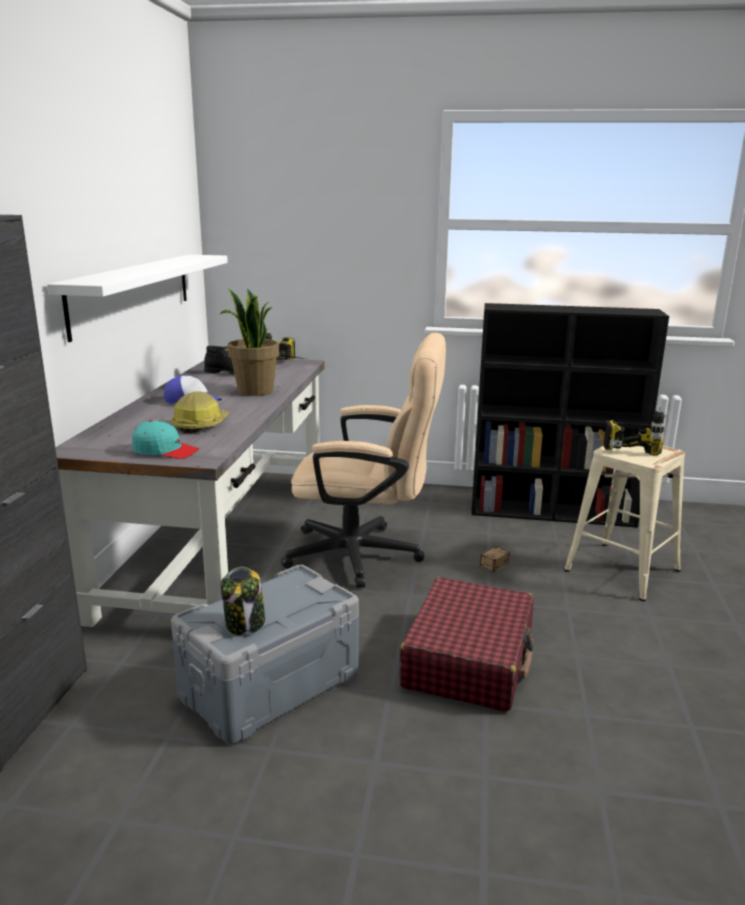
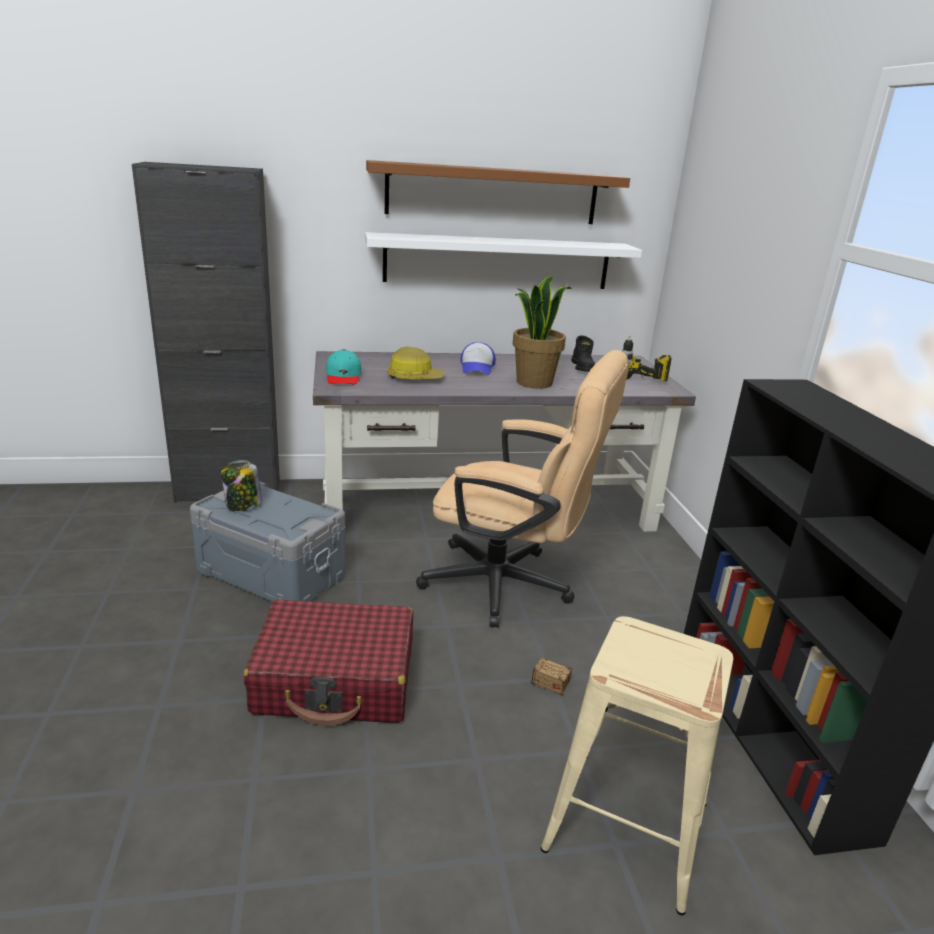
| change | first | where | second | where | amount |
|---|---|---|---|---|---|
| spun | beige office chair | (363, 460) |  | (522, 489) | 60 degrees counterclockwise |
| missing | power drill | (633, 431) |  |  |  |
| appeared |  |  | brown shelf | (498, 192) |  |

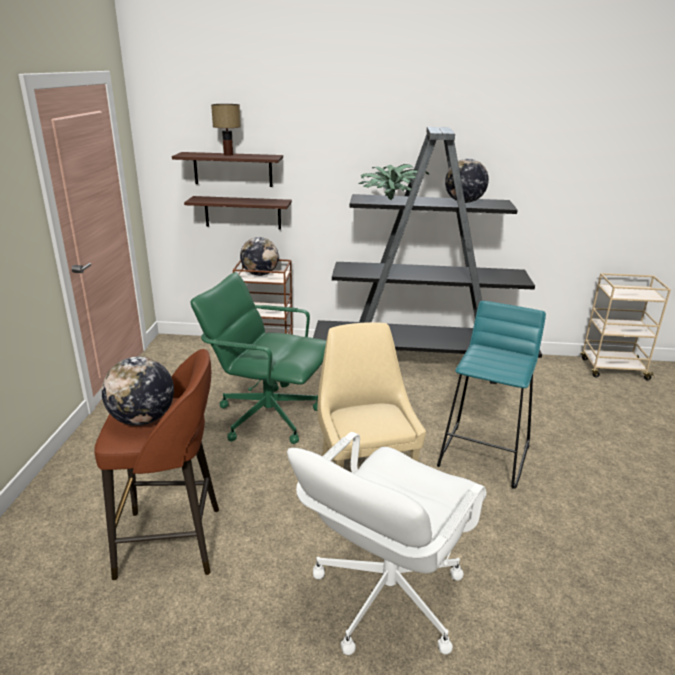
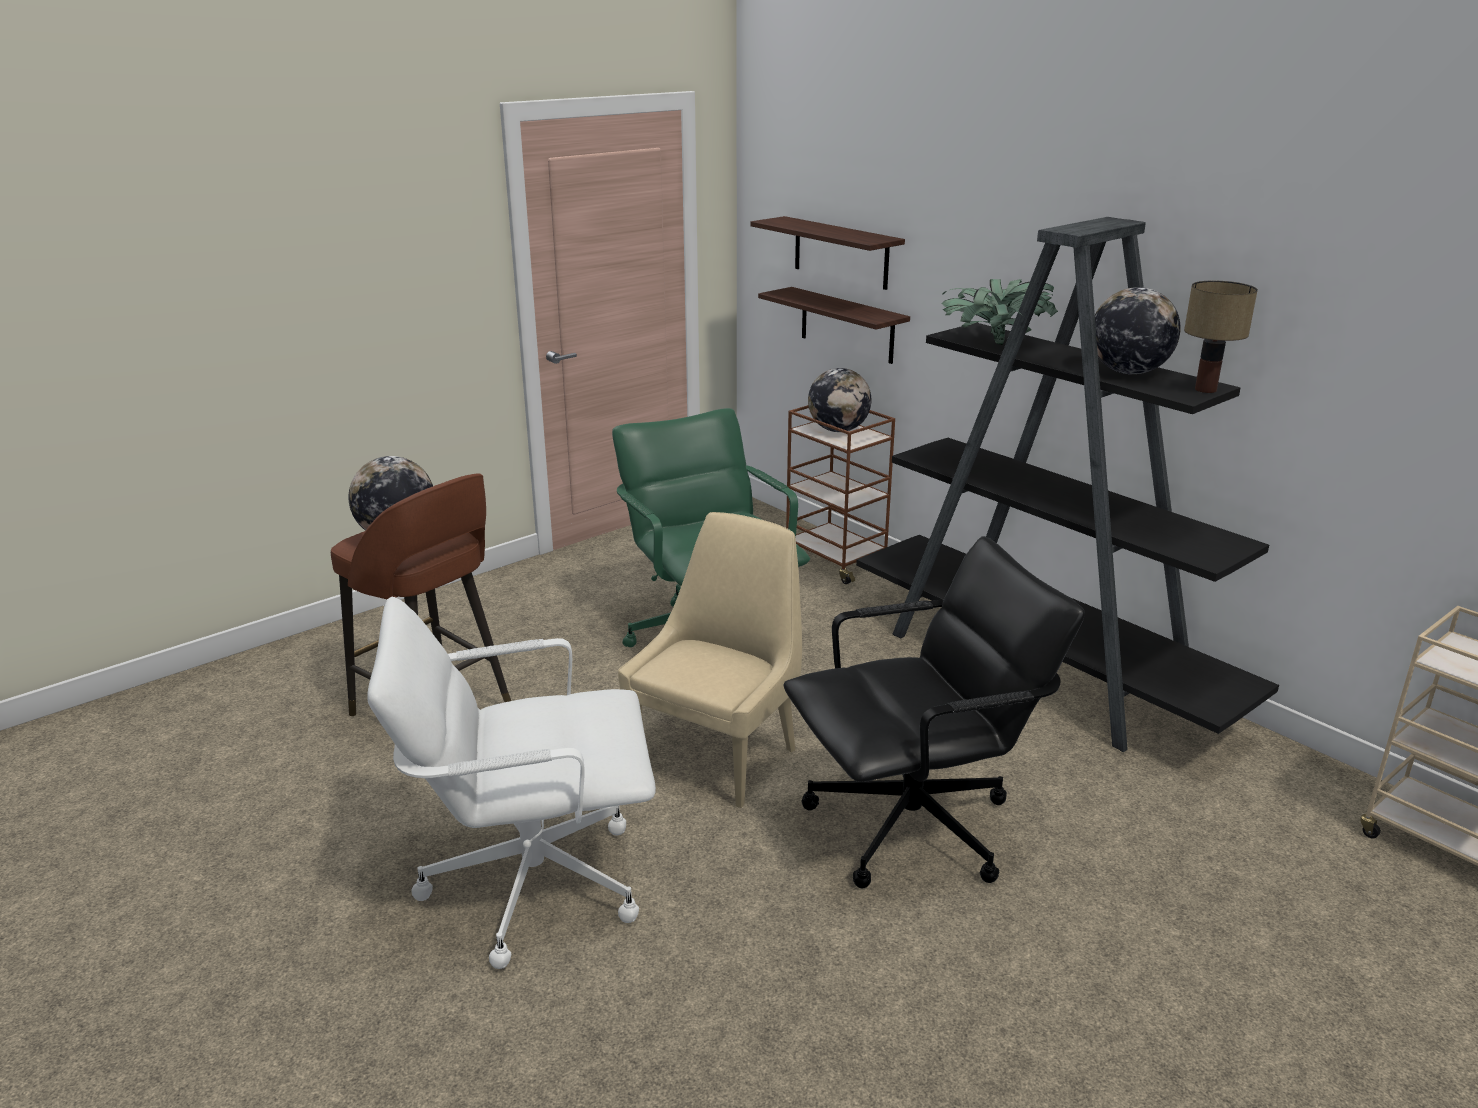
| change | first | where | second | where | amount |
|---|---|---|---|---|---|
| relocated | table lamp | (226, 129) |  | (1221, 337) |  |
| exchanged | turquoise stool | (491, 395) | black office chair | (934, 712) |  |

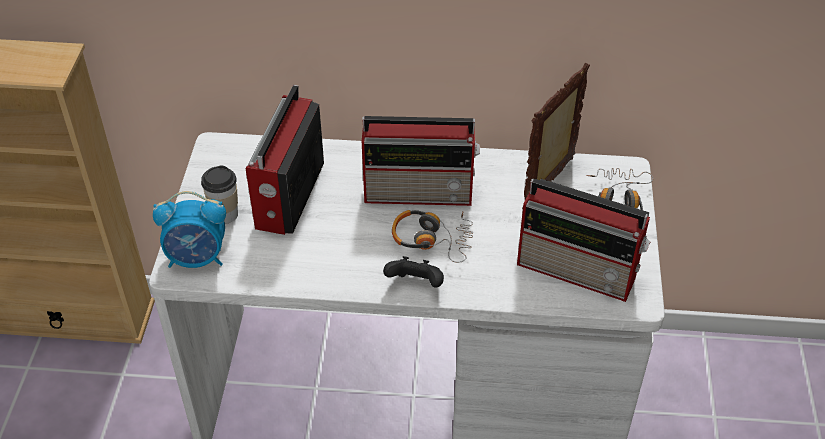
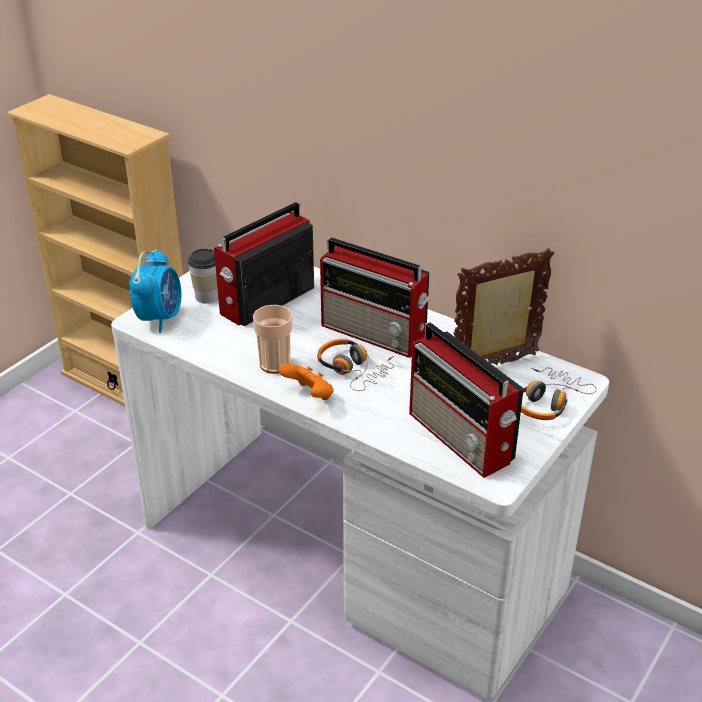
| change | first | where | second | where | amount |
|---|---|---|---|---|---|
| spun | alarm clock | (189, 229) |  | (155, 291) | 105 degrees counterclockwise |
| colour | black game controller | (413, 272) | orange game controller | (306, 382) |  |
| appeared |  |  | cup | (273, 339) |  |

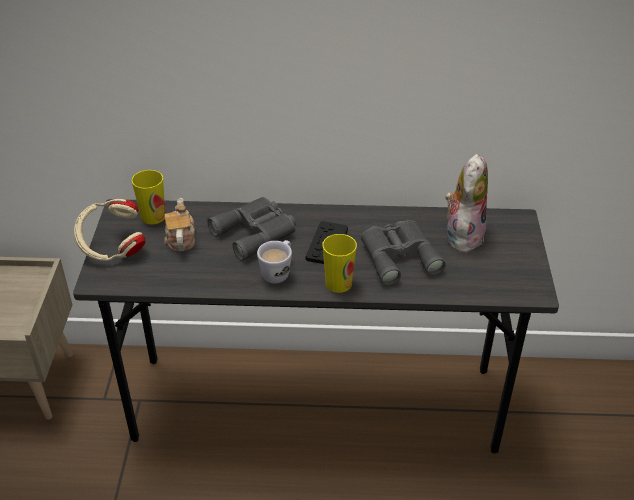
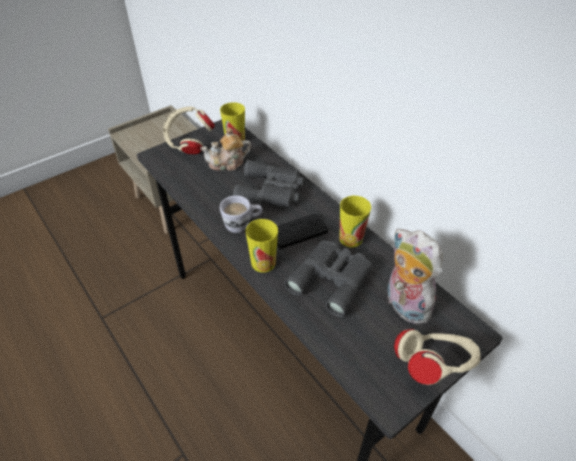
| change | first | where | second | where | amount |
|---|---|---|---|---|---|
| spun | plush toy | (466, 203) |  | (414, 276) | 105 degrees counterclockwise |
| spun | teapot | (179, 224) |  | (225, 149) | 150 degrees counterclockwise |
| appeared |  |  | cup | (355, 221) |  |
| appeared |  |  | beige headphones | (437, 356) |  |

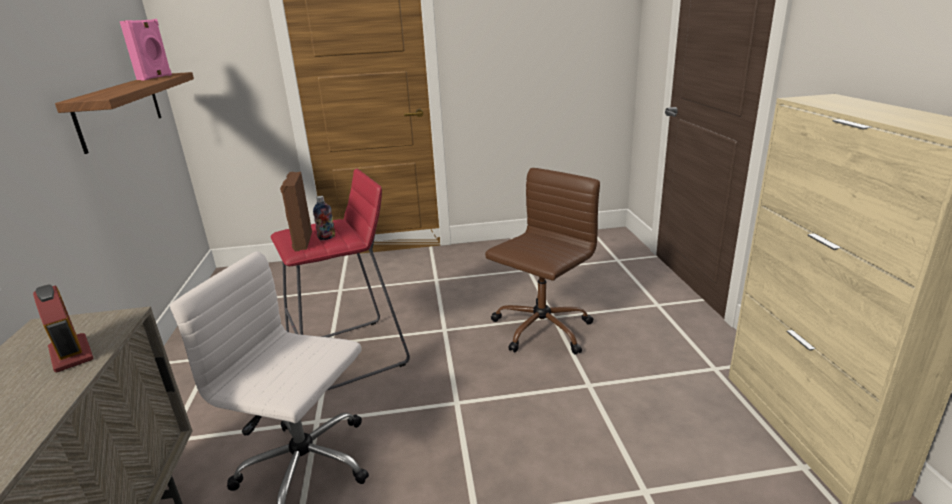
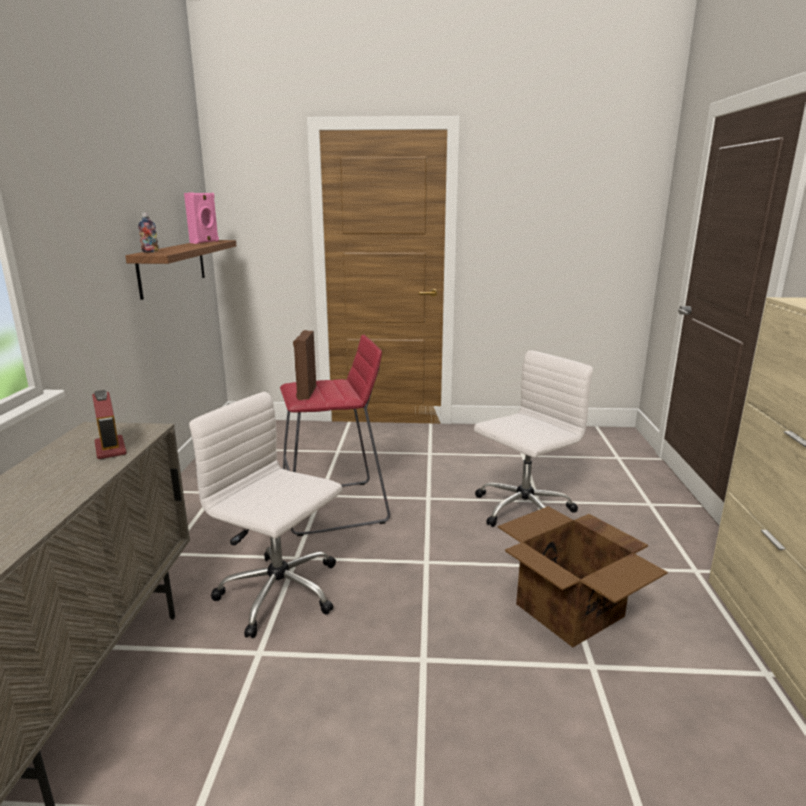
| change | first | where | second | where | amount |
|---|---|---|---|---|---|
| colour | brown office chair | (542, 261) | white office chair | (533, 438) |  |
| relocated | bottle | (324, 218) |  | (148, 232) |  |
| appeared |  |  | cardboard box | (583, 576) |  |

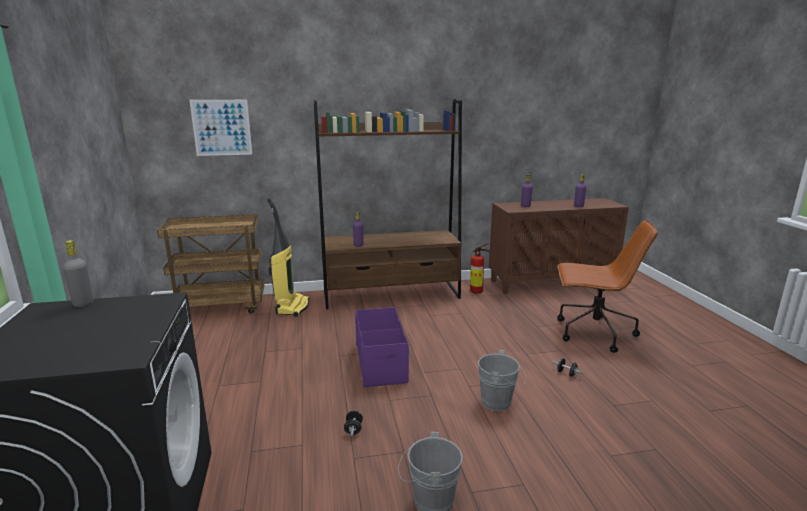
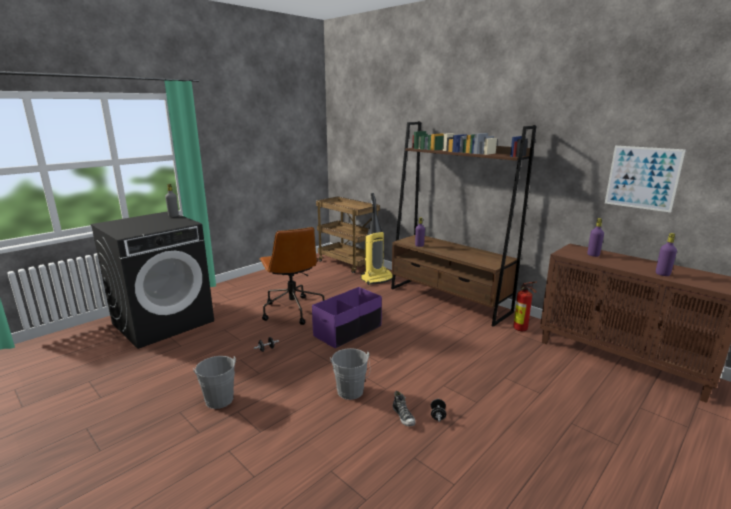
| change | first | where | second | where | amount |
|---|---|---|---|---|---|
| relocated | picture | (221, 128) |  | (645, 179) |  |
| relocated | brown office chair | (607, 286) |  | (291, 276) |  |
| appeared |  |  | shoe | (404, 408) |  |

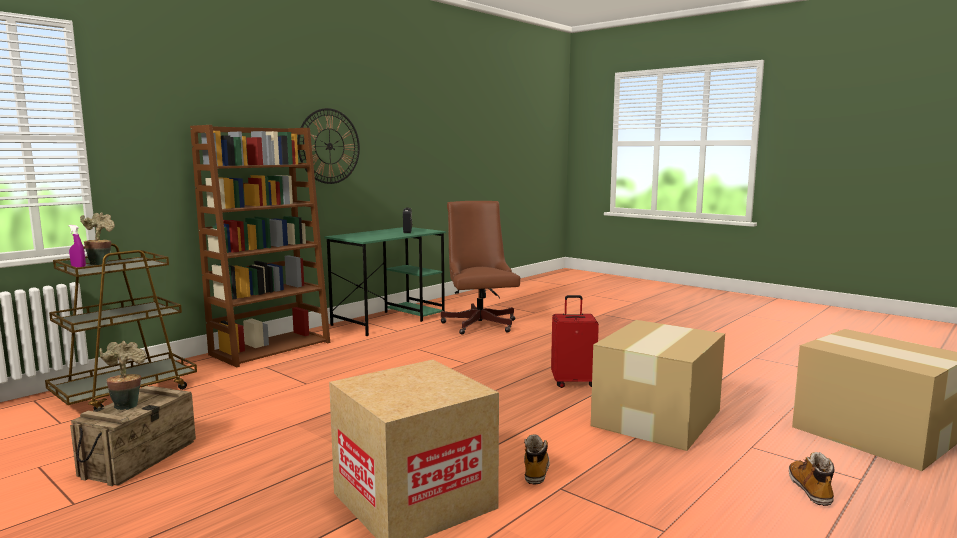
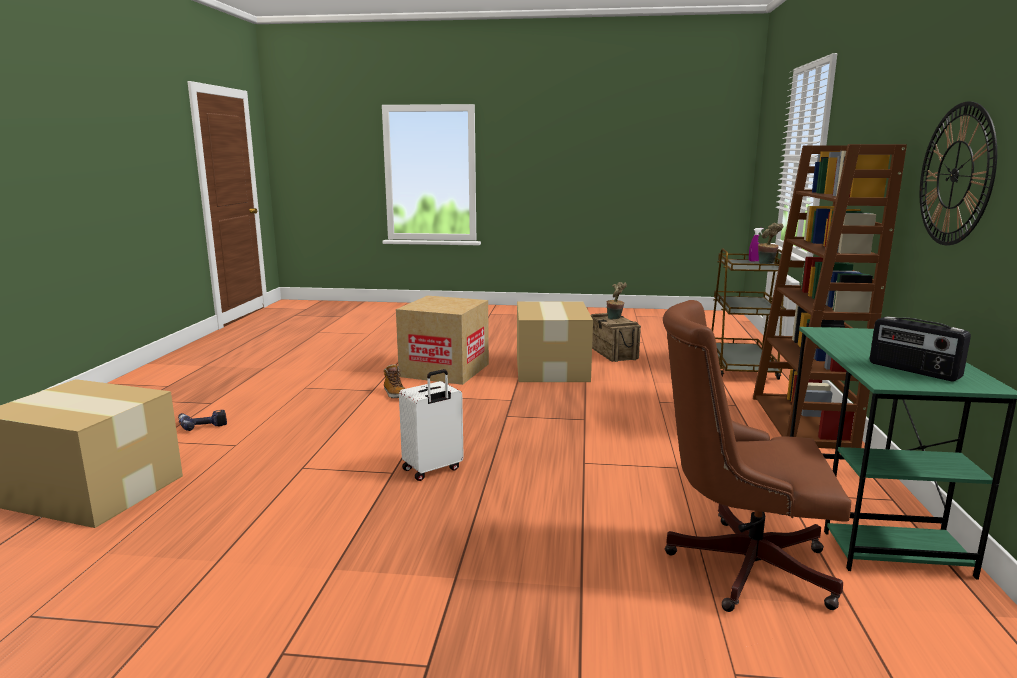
| change | first | where | second | where | amount |
|---|---|---|---|---|---|
| spun | brown office chair | (480, 267) |  | (757, 456) | 150 degrees clockwise |
| colour | red suitcase | (575, 341) | white suitcase | (431, 425) |  |
| relocated | cardboard box | (658, 385) |  | (555, 341) |  |
| exchanged | boot | (812, 479) | power drill | (202, 420) |  |

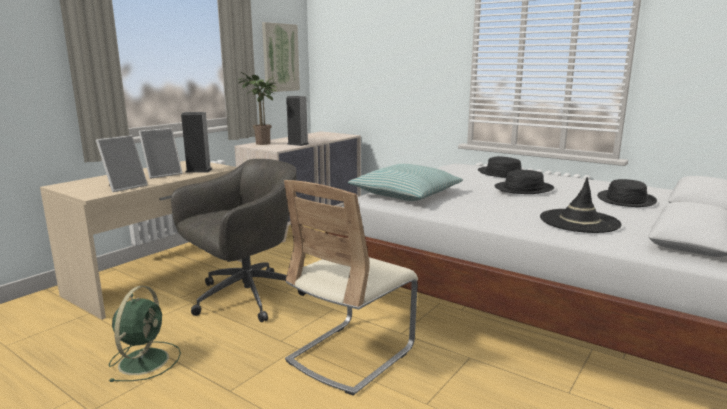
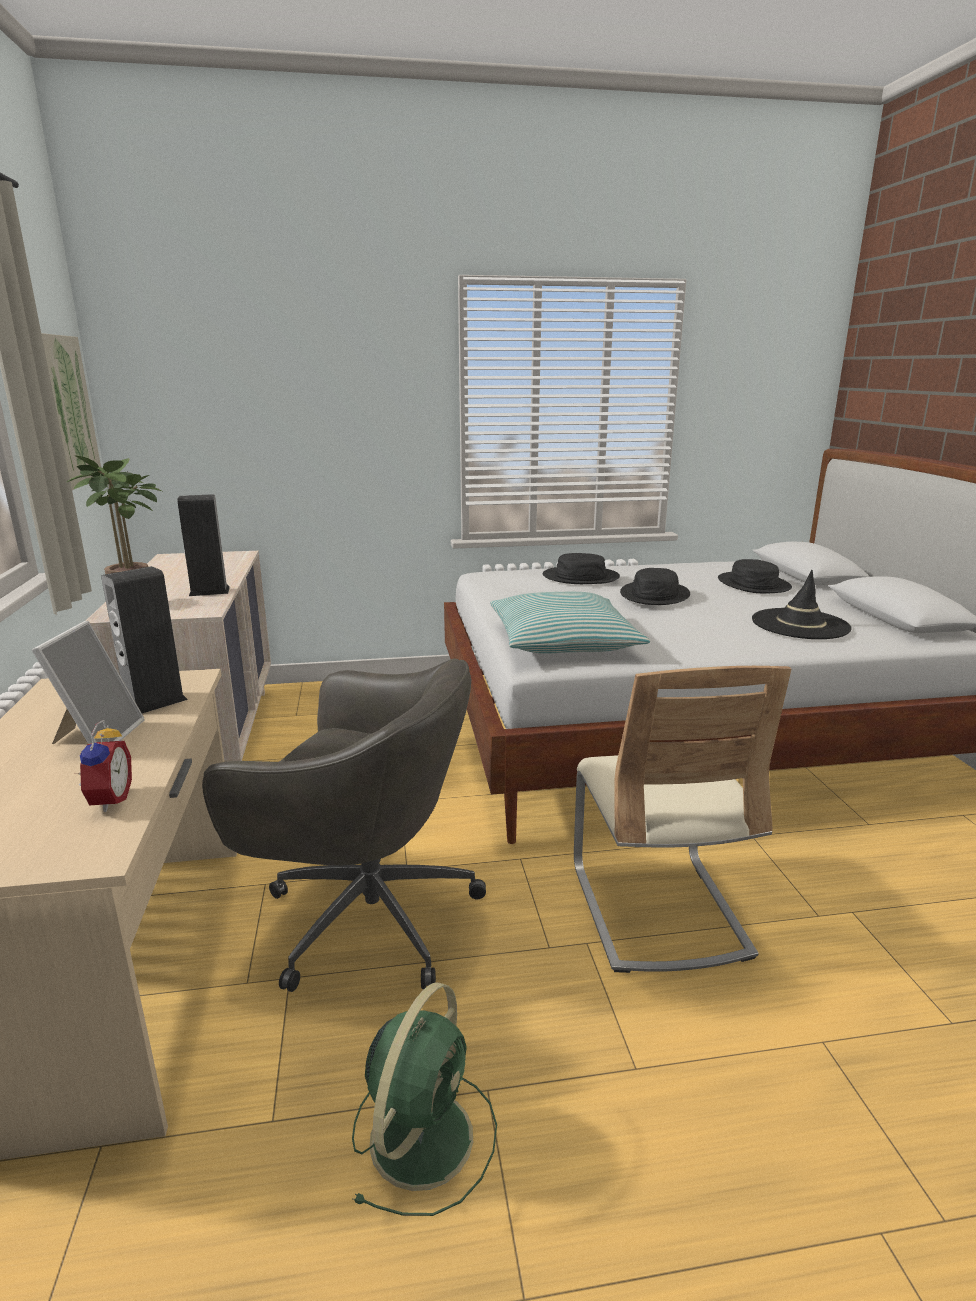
| change | first | where | second | where | amount |
|---|---|---|---|---|---|
| exchanged | picture frame | (122, 163) | alarm clock | (104, 766) |  |
| spun | grey office chair | (238, 240) |  | (344, 825) | 105 degrees clockwise |
| spun | green fan | (145, 334) |  | (424, 1099) | 60 degrees clockwise |

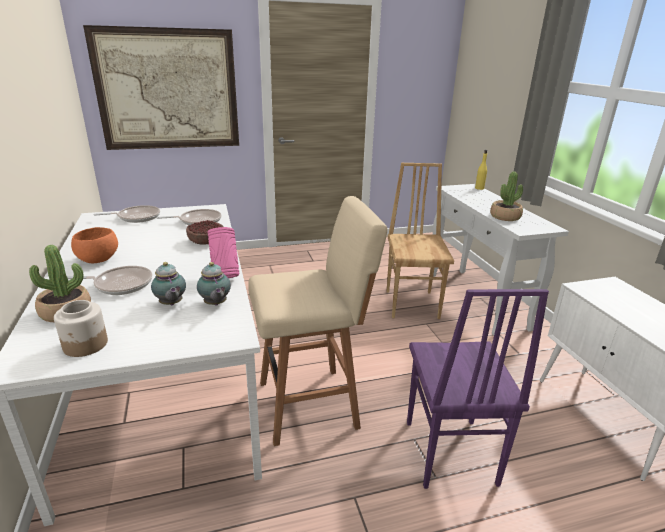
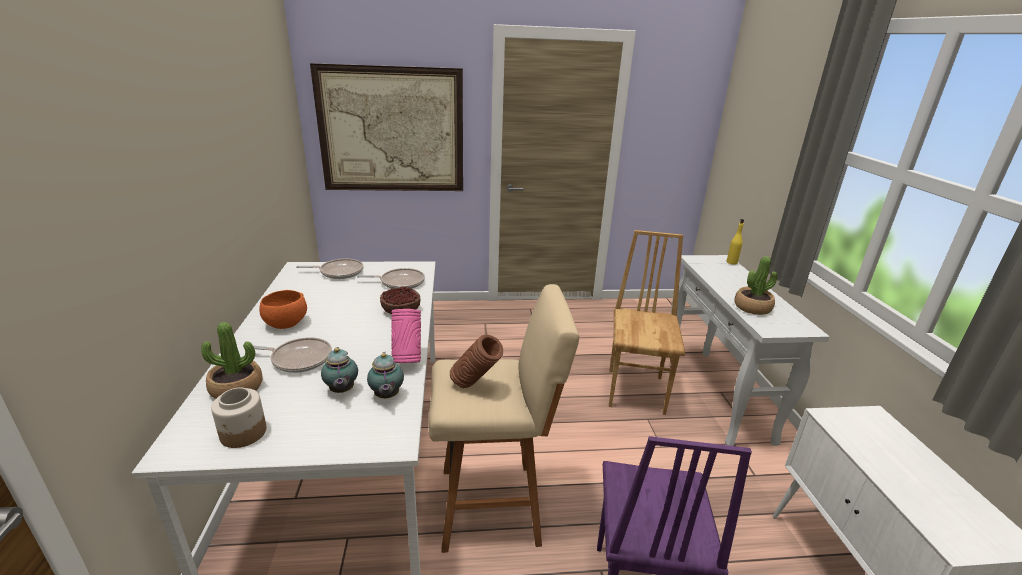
| change | first | where | second | where | amount |
|---|---|---|---|---|---|
| appeared |  |  | brown vase | (476, 361) |  |

